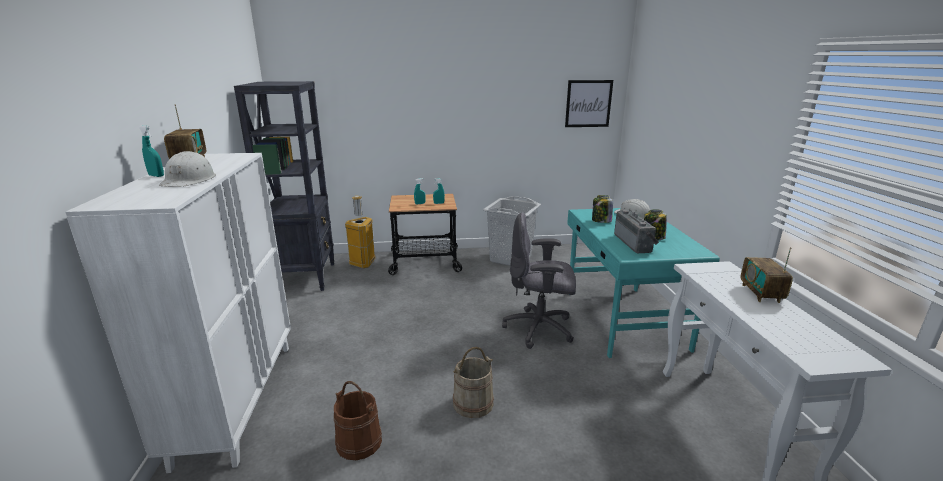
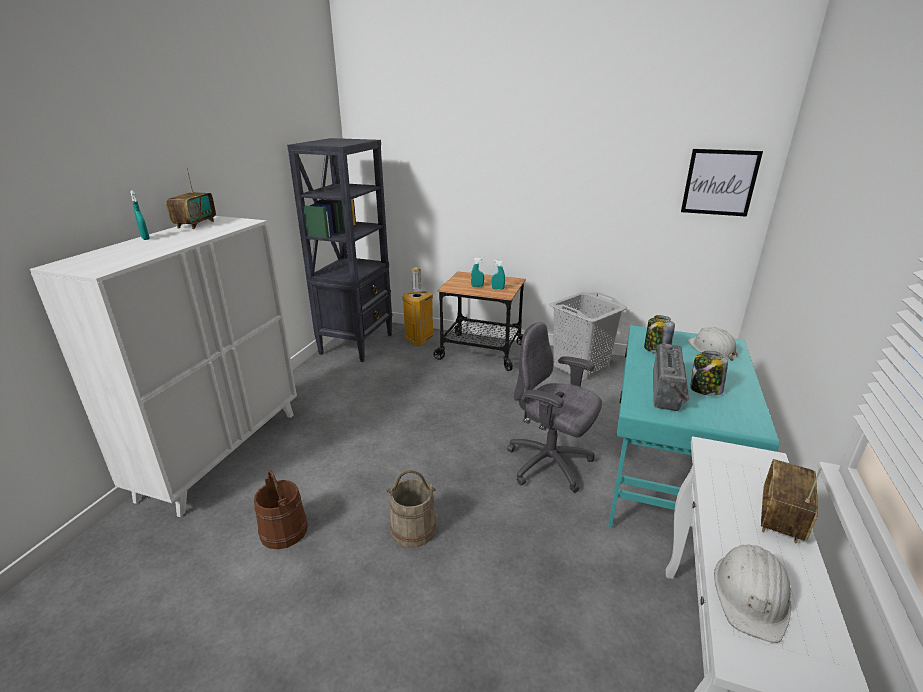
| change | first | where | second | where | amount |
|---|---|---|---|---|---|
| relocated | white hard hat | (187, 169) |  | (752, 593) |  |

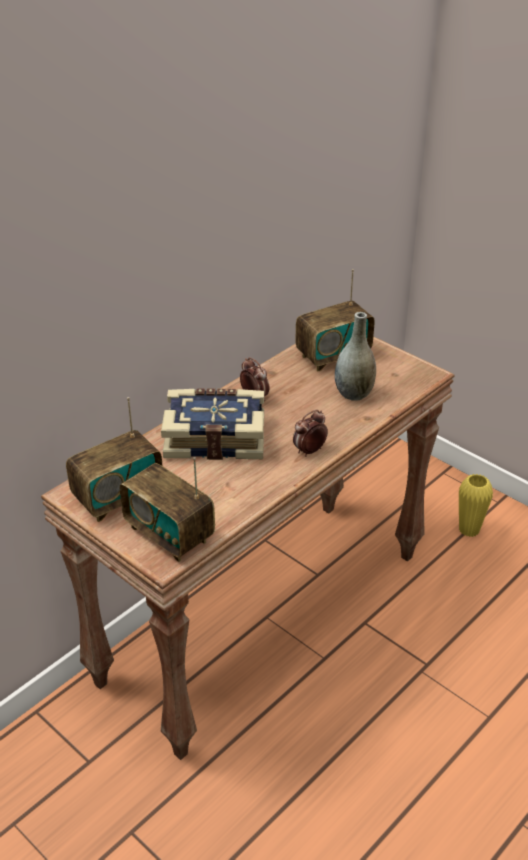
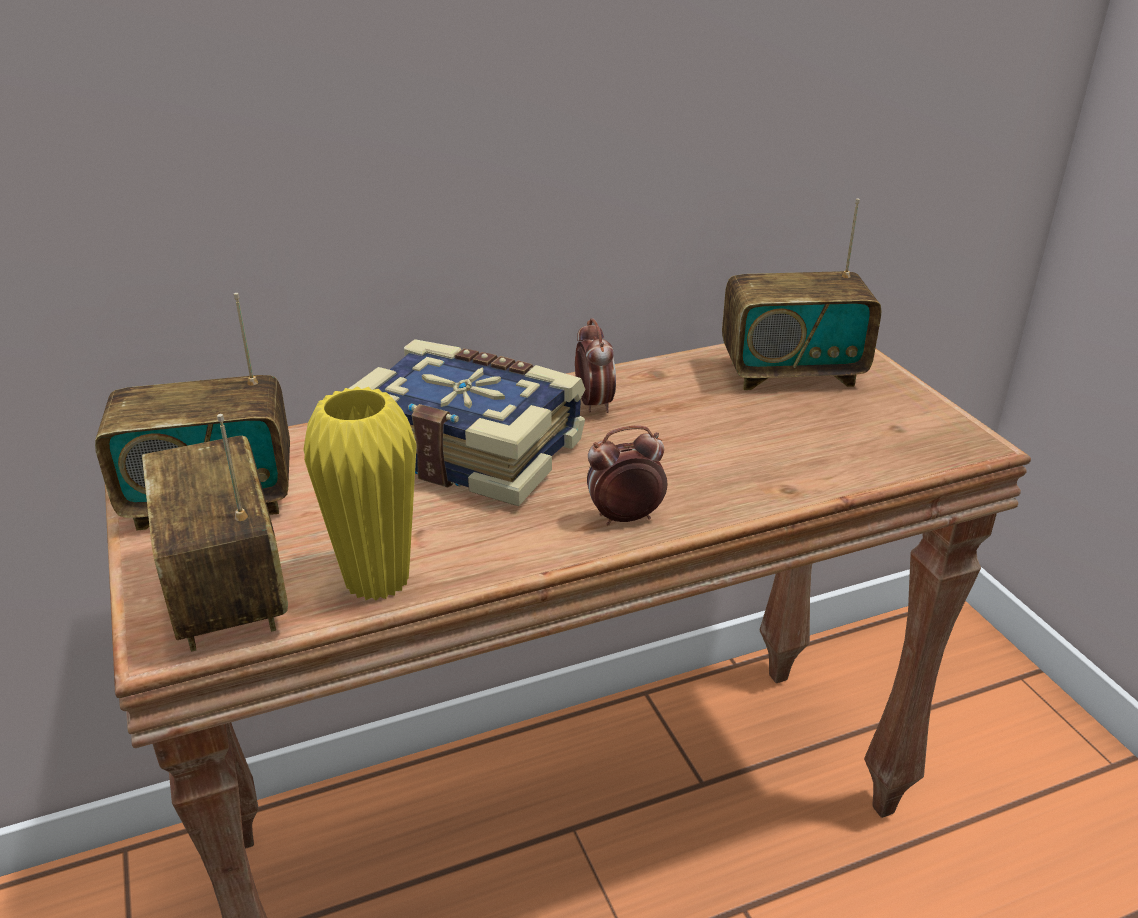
| change | first | where | second | where | amount |
|---|---|---|---|---|---|
| missing | grey vase | (355, 356) |  |  |  |
| relocated | yellow vase | (476, 505) |  | (360, 494) |  |

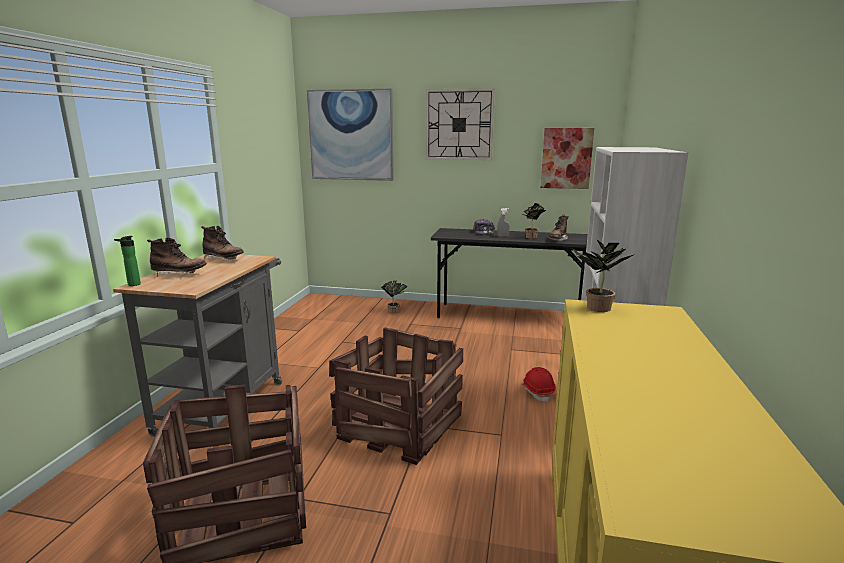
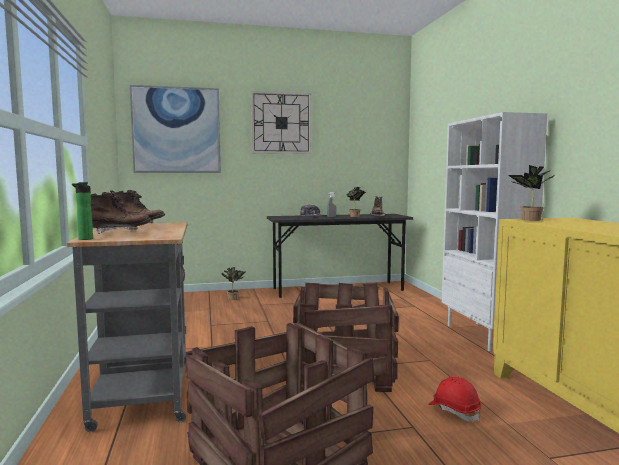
| change | first | where | second | where | amount |
|---|---|---|---|---|---|
| missing | picture | (567, 158) |  |  |  |
| relocated | red hard hat | (539, 384) |  | (454, 399) |  |

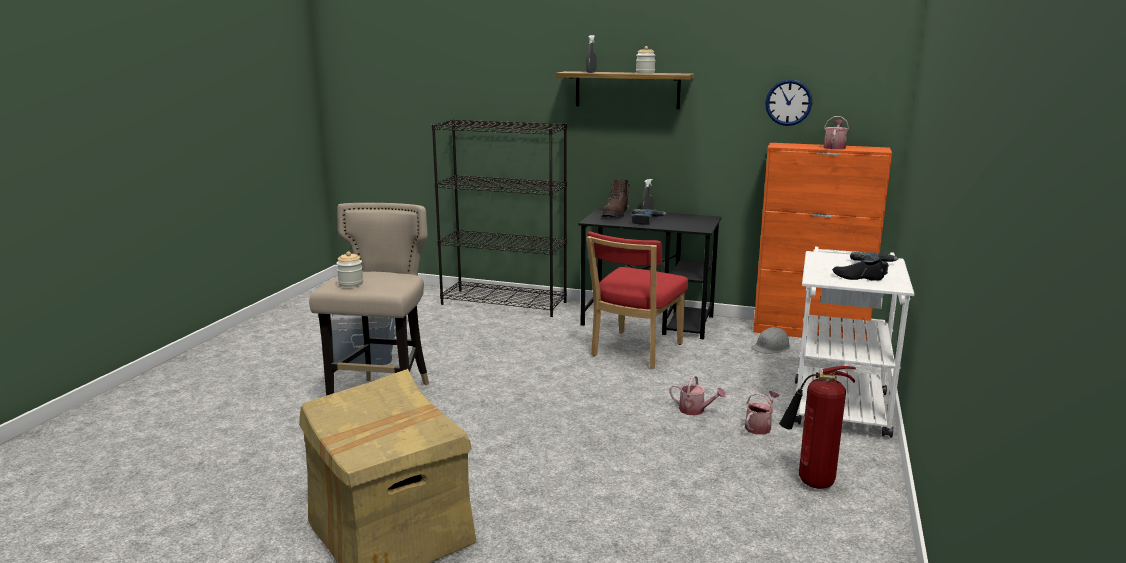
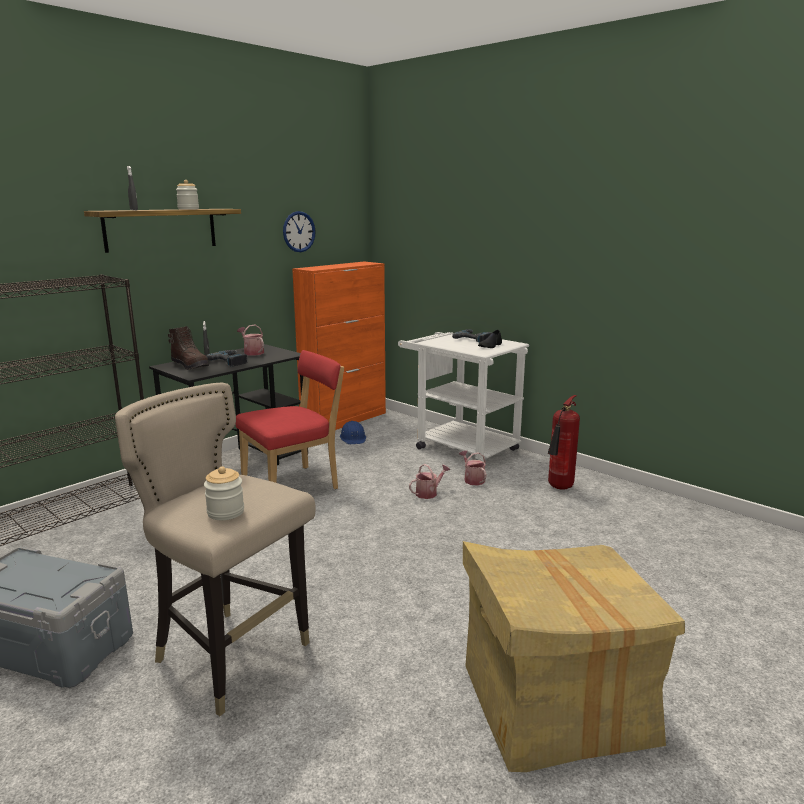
| change | first | where | second | where | amount |
|---|---|---|---|---|---|
| relocated | watering can | (836, 133) |  | (250, 340) |  |
| spun | red chair | (637, 300) |  | (290, 419) | 90 degrees counterclockwise |
| colour | grey hard hat | (770, 340) | blue hard hat | (353, 432) |  |

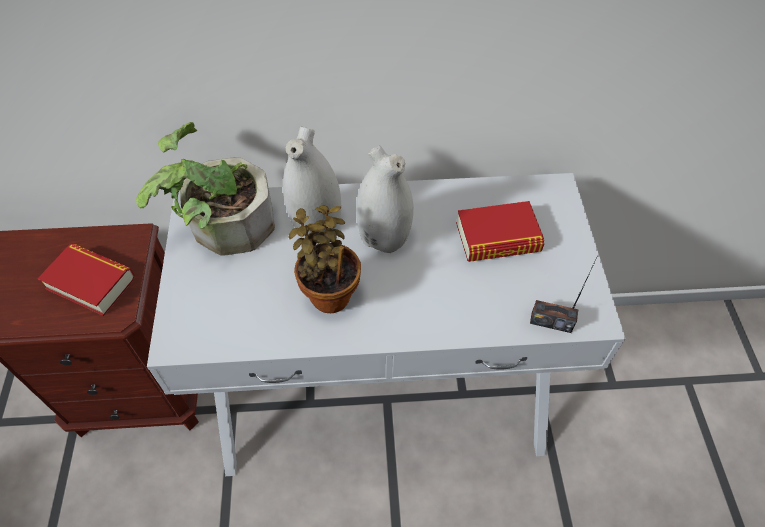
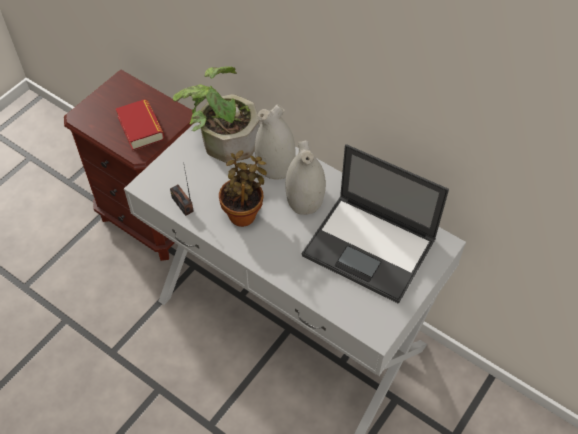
| change | first | where | second | where | amount |
|---|---|---|---|---|---|
| exchanged | book | (500, 231) | laptop | (375, 223) |  |
| relocated | radio | (563, 295) |  | (182, 191) |  |

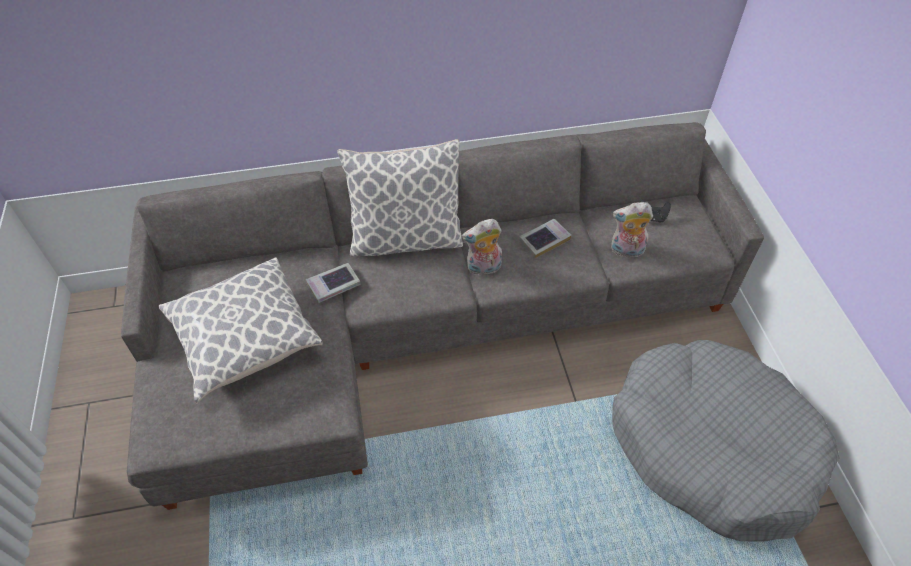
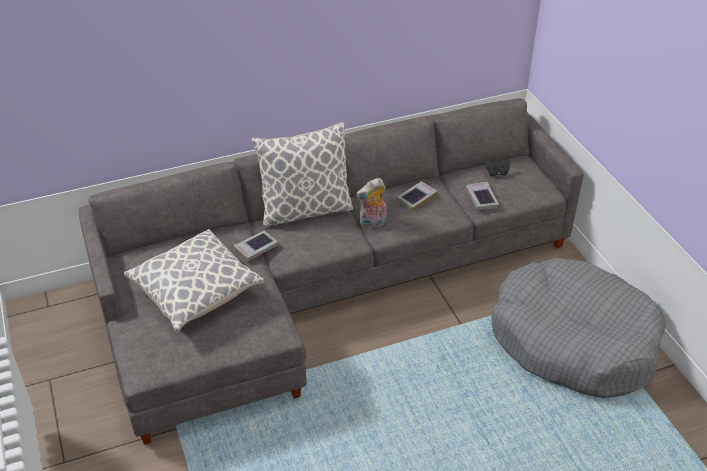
| change | first | where | second | where | amount |
|---|---|---|---|---|---|
| exchanged | plush toy | (632, 230) | book | (482, 196) |  |

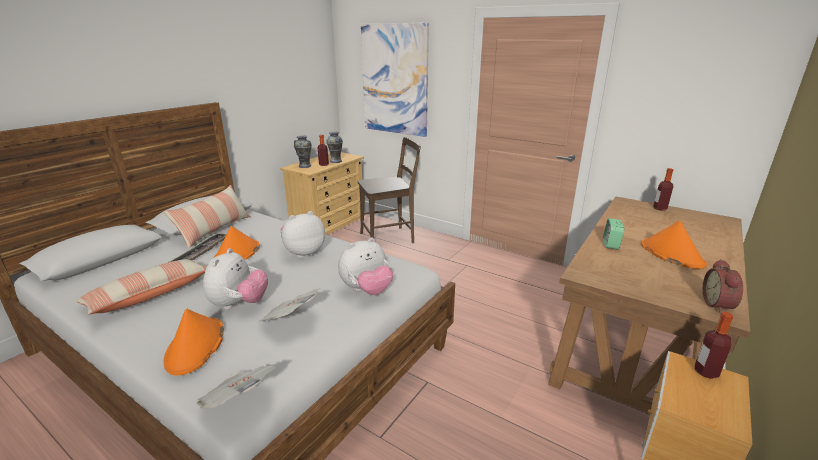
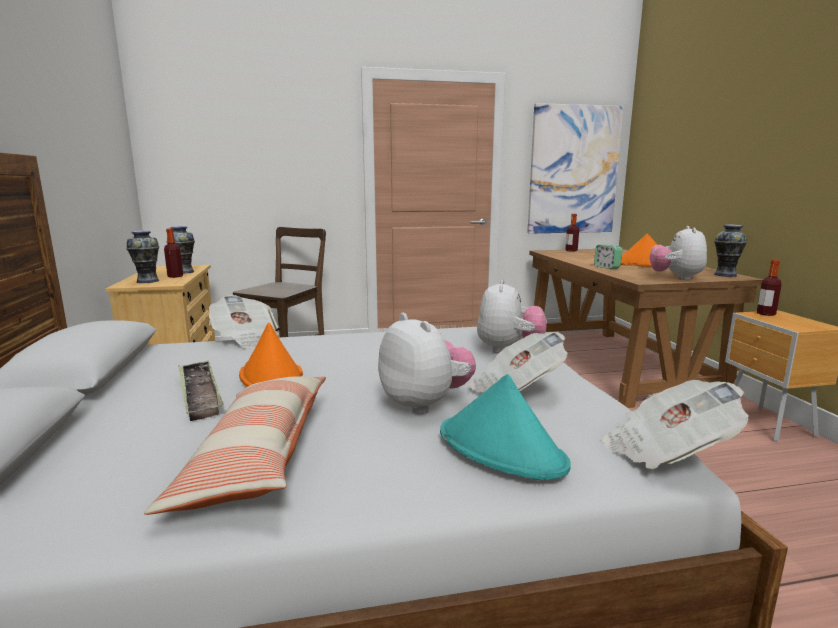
| change | first | where | second | where | amount |
|---|---|---|---|---|---|
| relocated | picture | (395, 80) |  | (575, 168) |  |
| missing | pillow | (207, 217) |  |  |  |
| relocated | plush toy | (302, 234) |  | (678, 253) |  |
| exchanged | alarm clock | (723, 286) | vase | (730, 251) |  |
| colour | orange hat | (194, 342) | turquoise hat | (505, 427) |  |
| appeared |  |  | newspaper | (244, 321) |  |

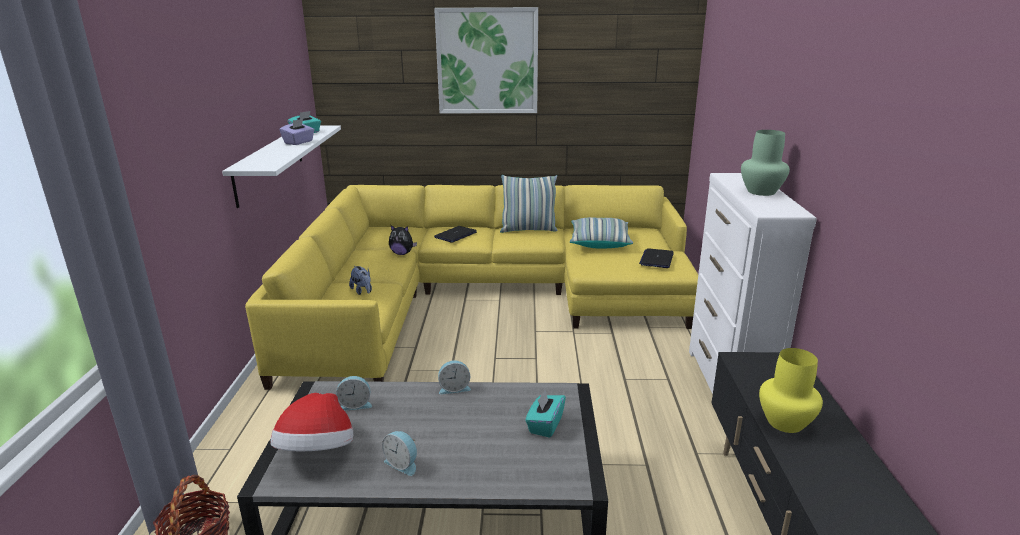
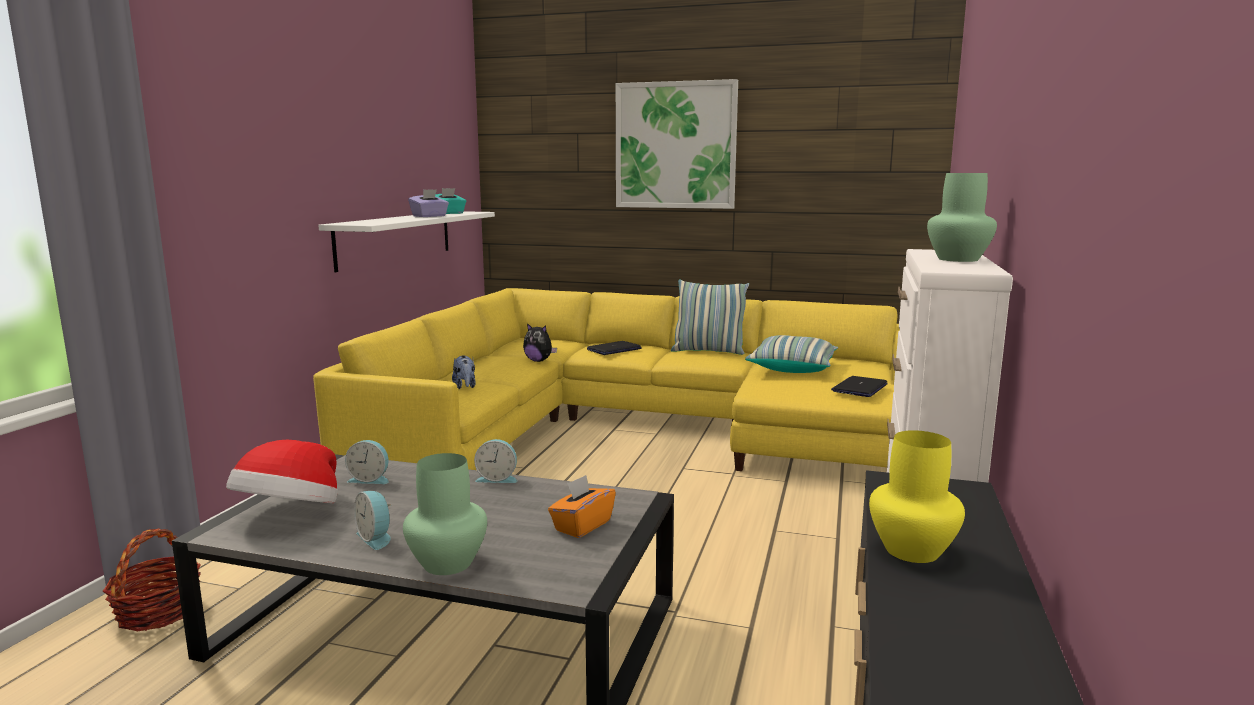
| change | first | where | second | where | amount |
|---|---|---|---|---|---|
| colour | turquoise tissue box | (545, 414) | orange tissue box | (582, 506) |  |
| appeared |  |  | green vase | (445, 514) |  |

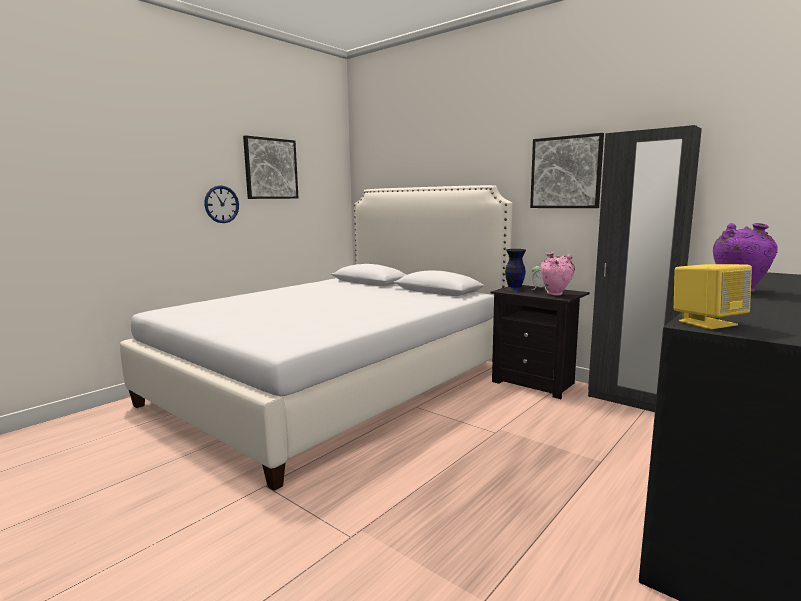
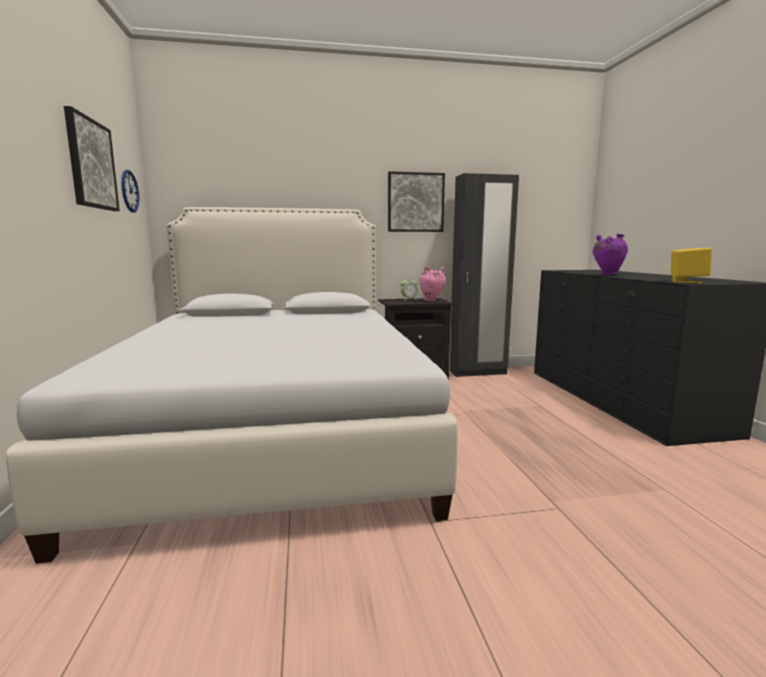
| change | first | where | second | where | amount |
|---|---|---|---|---|---|
| relocated | wall clock | (221, 204) |  | (130, 191) |  |
| missing | black vase | (515, 270) |  |  |  |

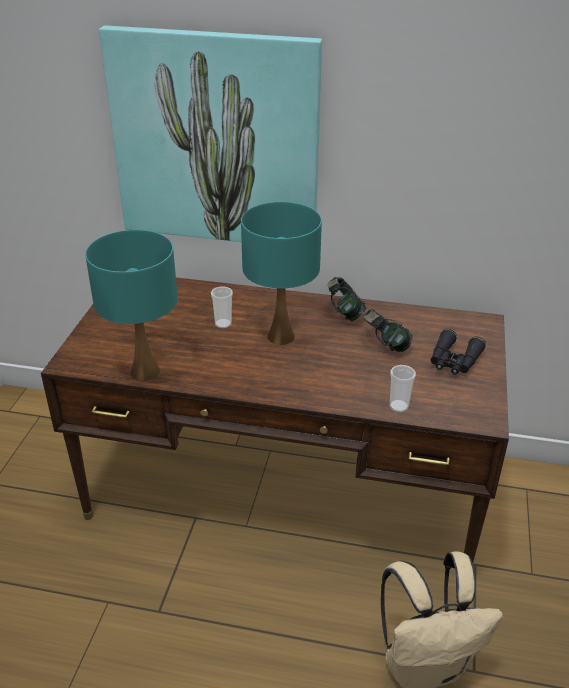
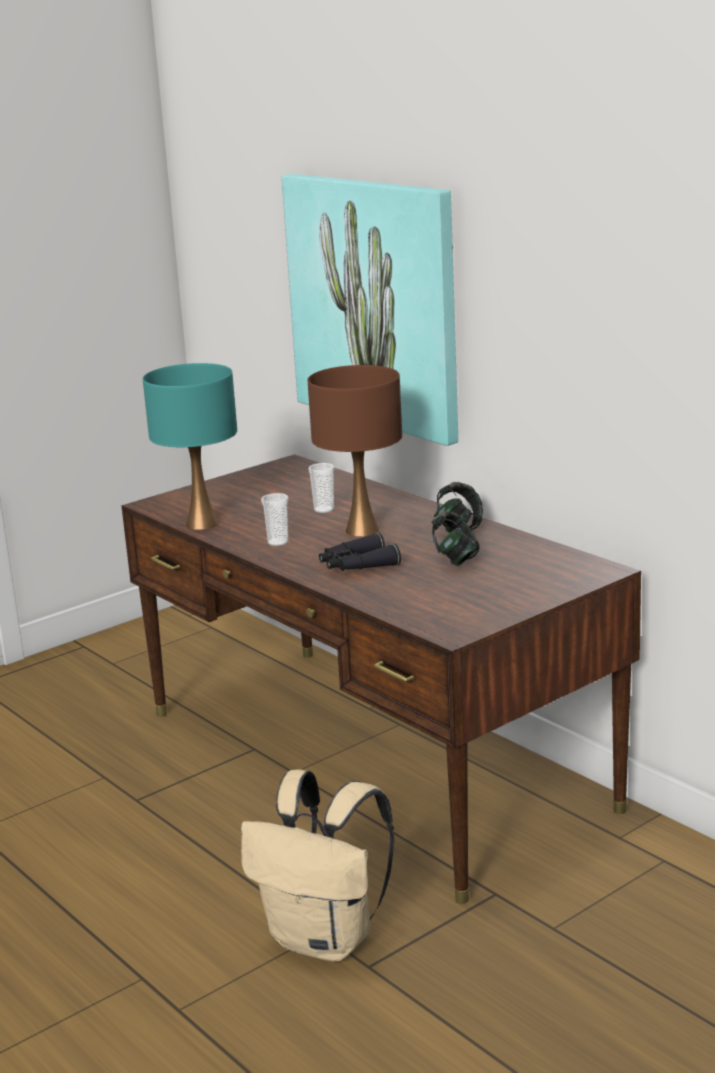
| change | first | where | second | where | amount |
|---|---|---|---|---|---|
| colour | turquoise table lamp | (281, 273) | brown table lamp | (355, 450) |  |
| relocated | black binoculars | (458, 352) |  | (360, 552) |  |
| relocated | cup | (403, 388) |  | (275, 519) |  |

